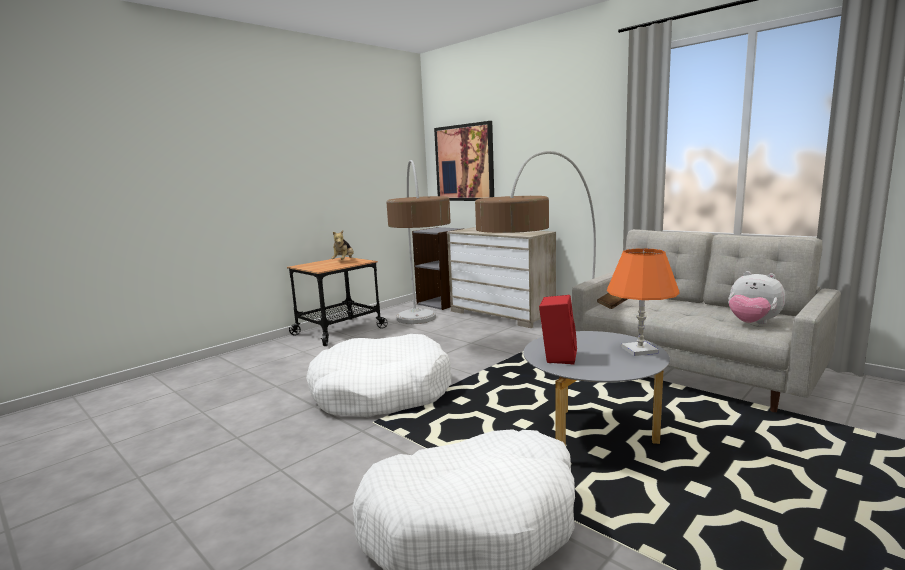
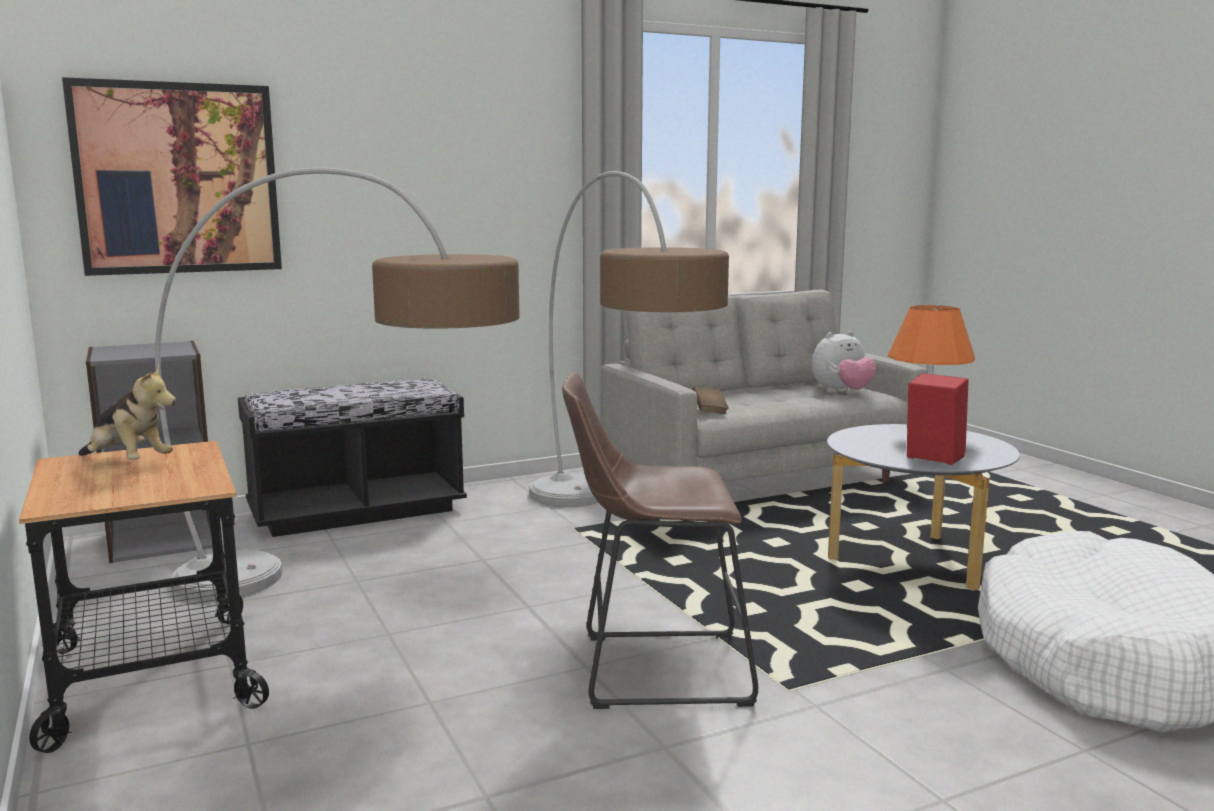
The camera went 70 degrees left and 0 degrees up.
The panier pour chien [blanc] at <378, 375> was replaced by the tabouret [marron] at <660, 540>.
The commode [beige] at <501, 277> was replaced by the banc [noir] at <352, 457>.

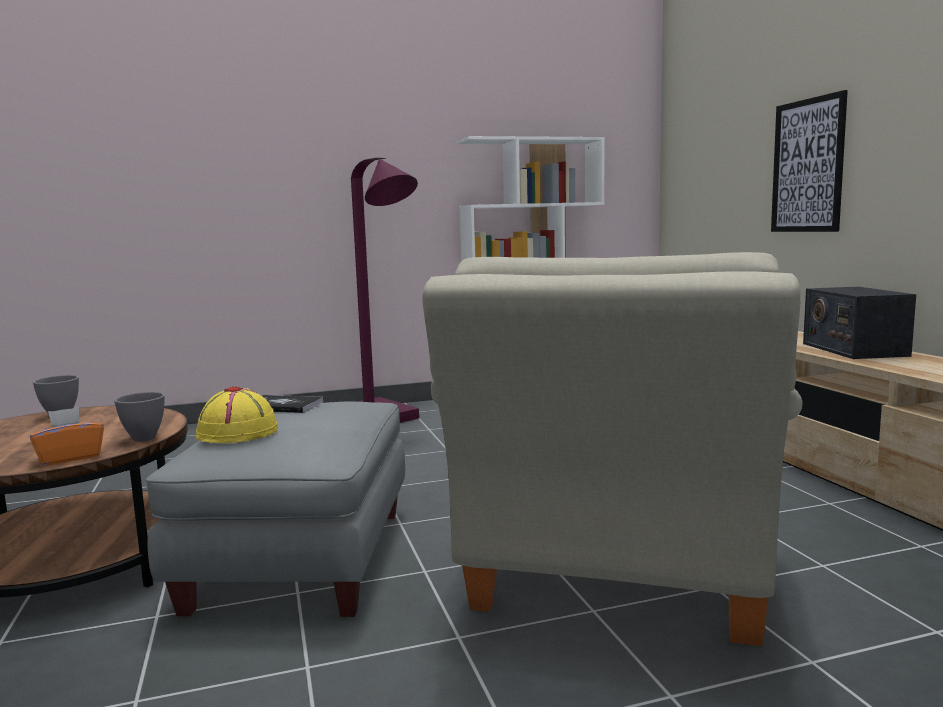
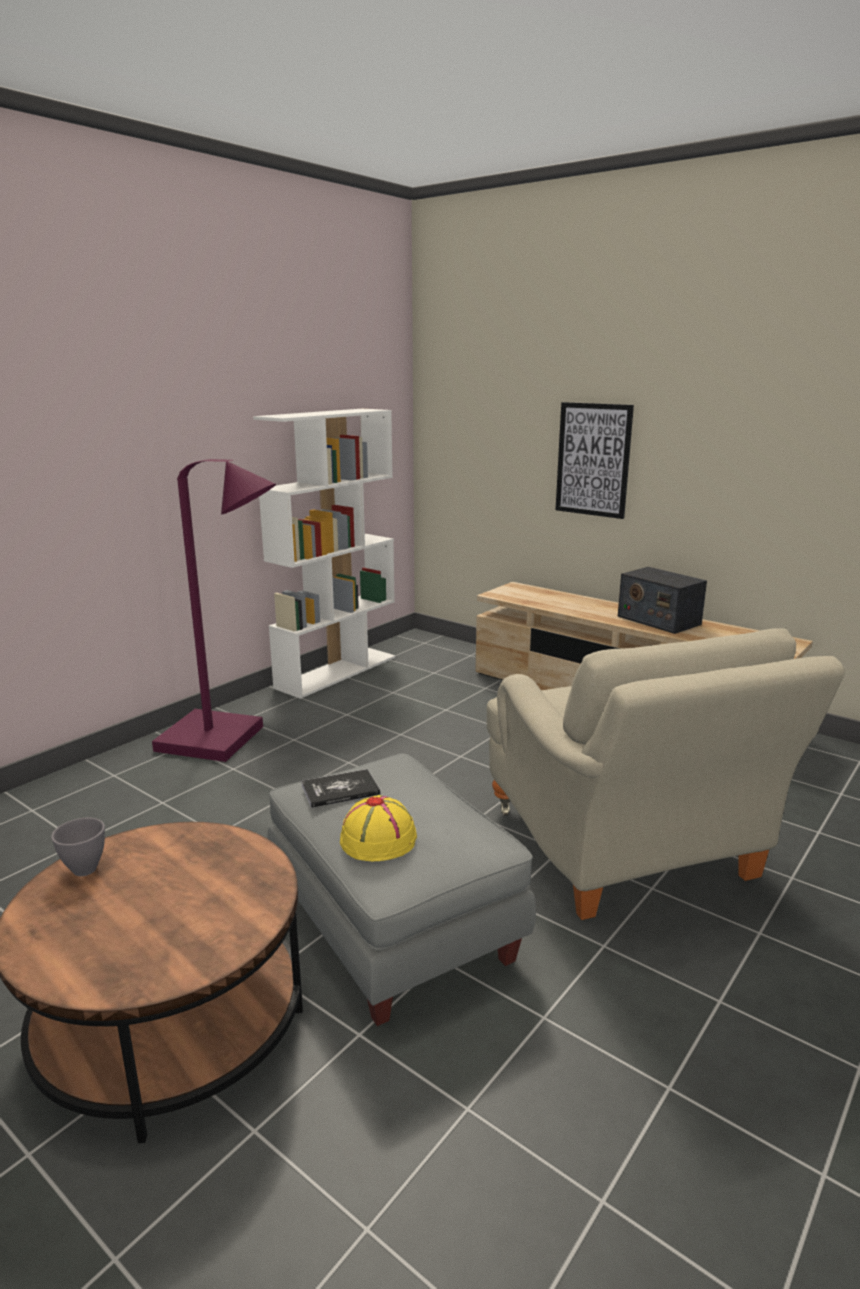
The camera went 35 degrees left and 10 degrees up.
The boîte à mouchoirs [orange] at <67, 436> disappeared.
The bol [gris] at <139, 417> disappeared.

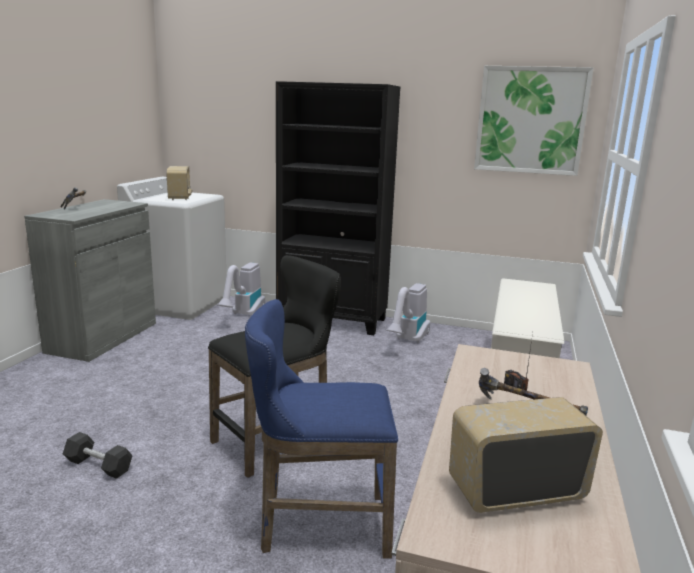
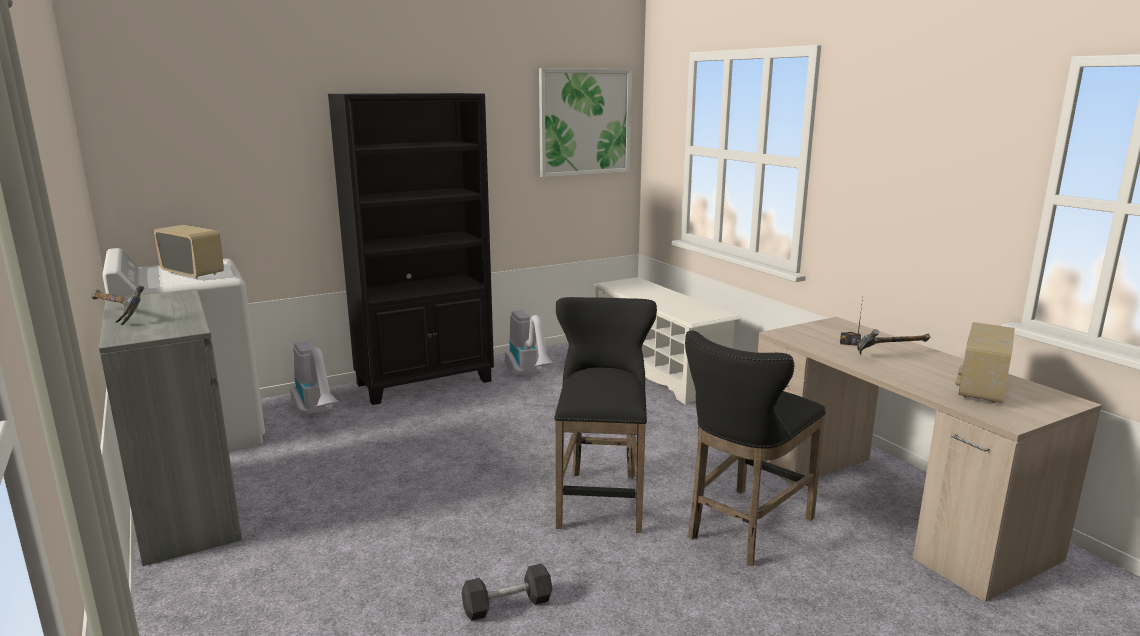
The camera went 45 degrees left and 0 degrees up.
The tabouret [bleu] at <321, 429> became the tabouret [noir] at <755, 448>.

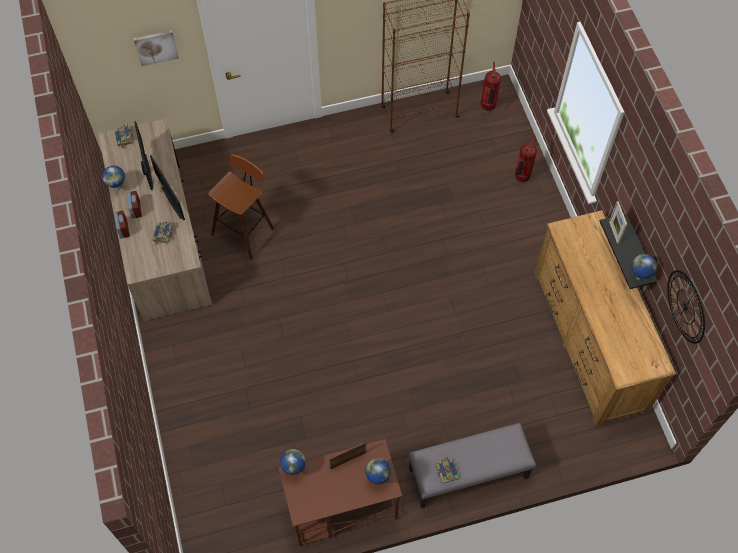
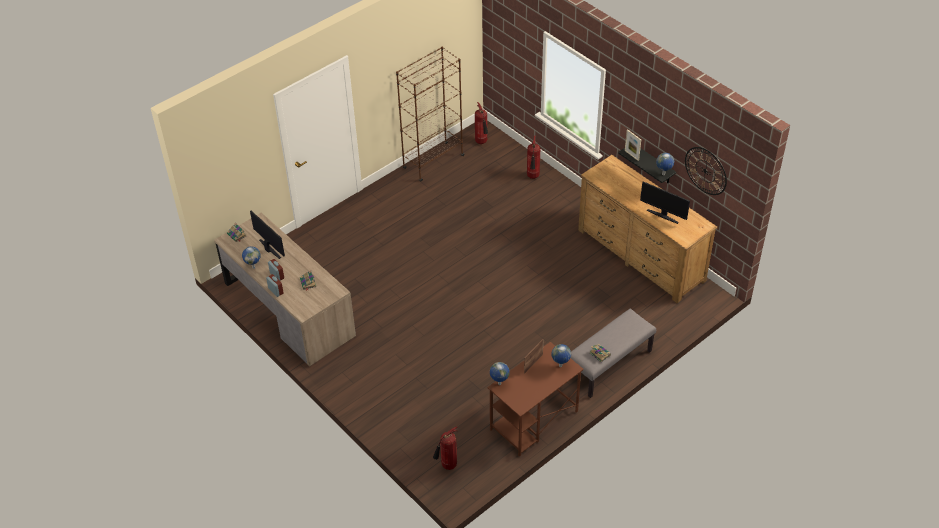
The camera went 25 degrees left and 15 degrees down.
The tableau at <156, 48> disappeared.
The tabouret at <241, 207> disappeared.
The extincteur at <445, 448> appeared.
The écran d'ordinateur moved from <167, 187> to <665, 202>.

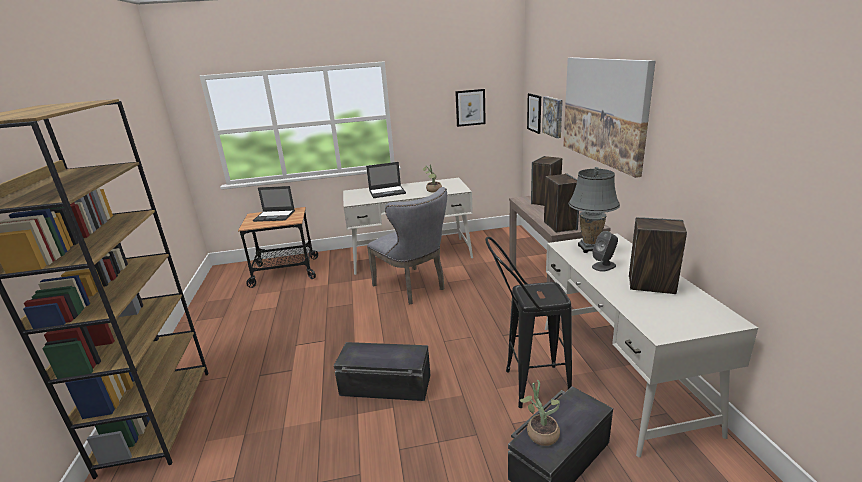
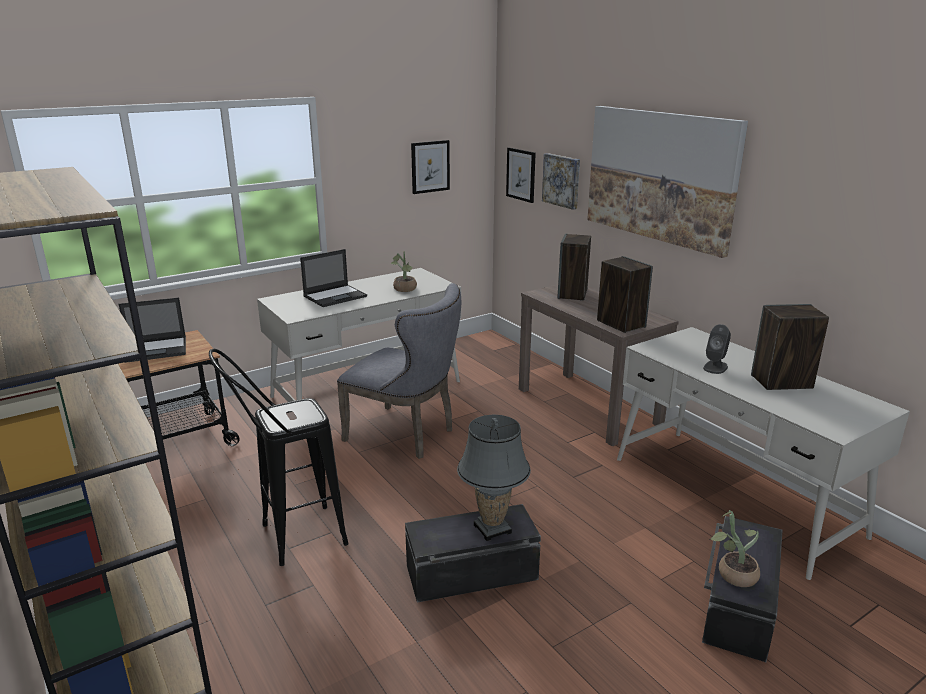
The camera went 25 degrees left and 0 degrees up.
The tabouret [noir] moved from <528, 322> to <278, 457>.
The lampe de table [gris] moved from <594, 210> to <494, 478>.

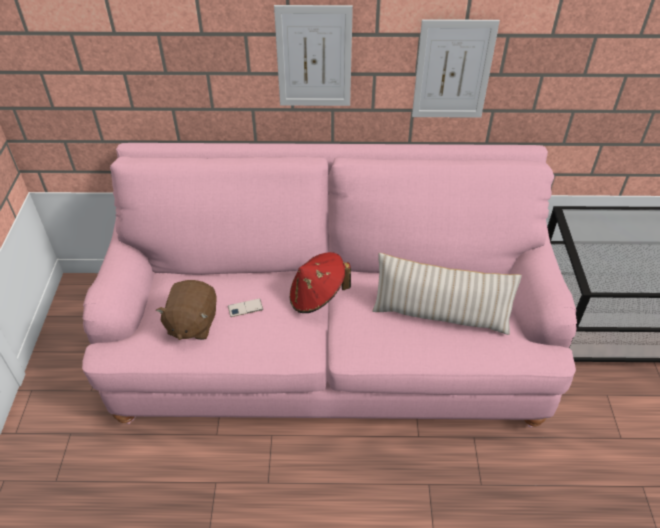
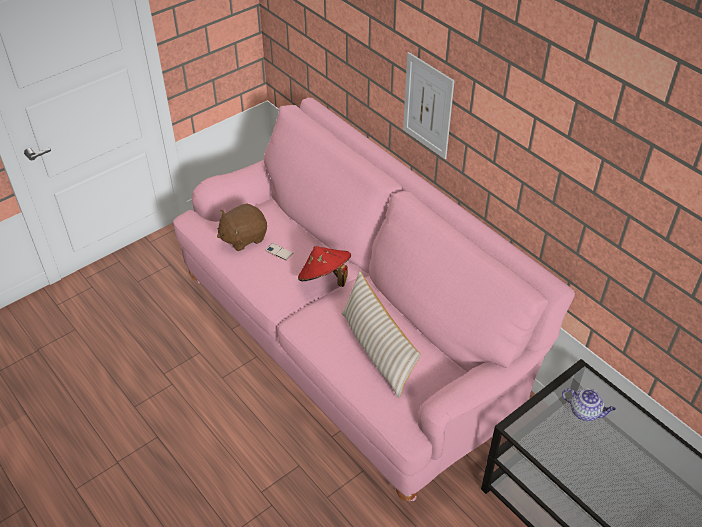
The camera went 50 degrees right and 0 degrees up.
The tableau at <456, 68> disappeared.
The théière at <589, 404> appeared.

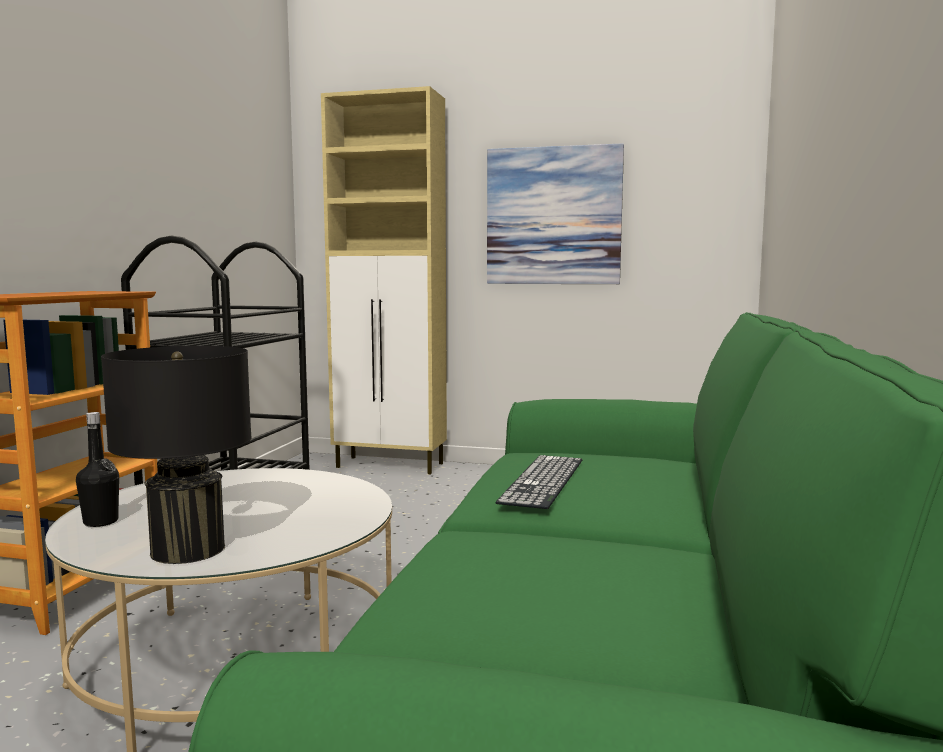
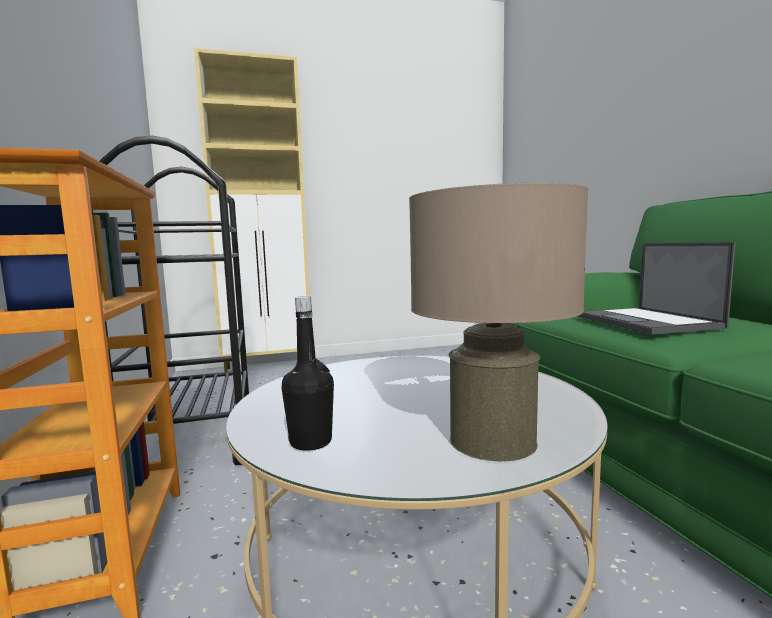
The camera went 30 degrees left and 0 degrees up.
The tableau at <555, 213> disappeared.
The clavier at <539, 482> was replaced by the ordinateur portable at <656, 288>.
The lampe de table [noir] at <176, 455> became the lampe de table [beige] at <498, 322>.

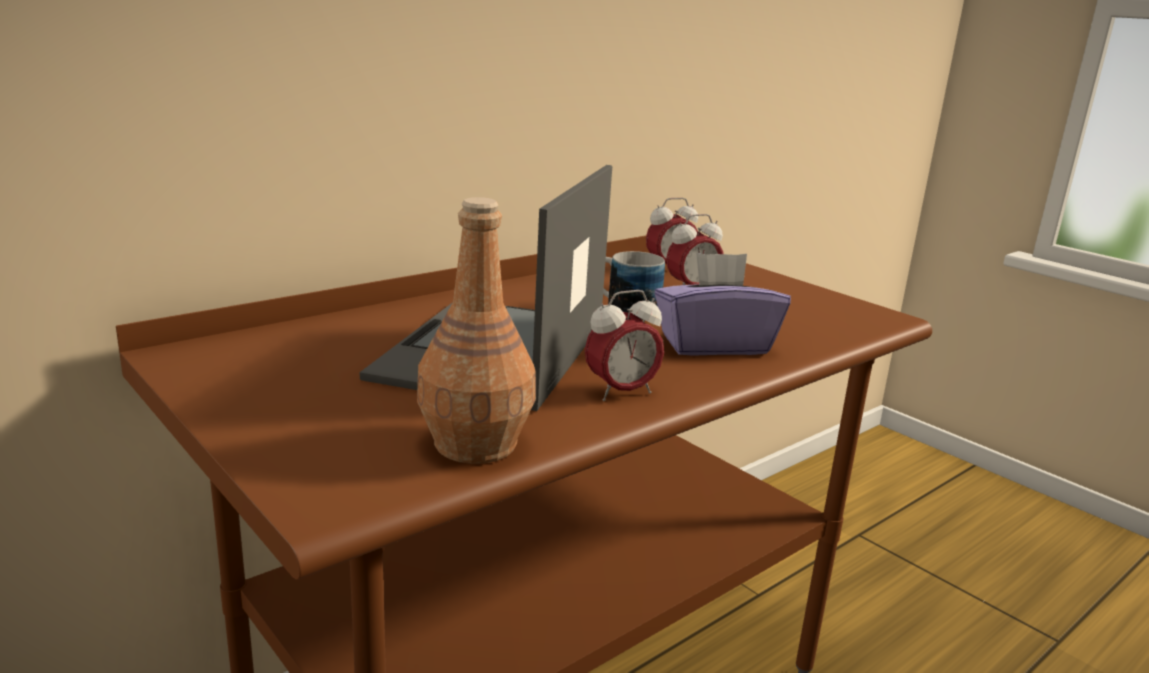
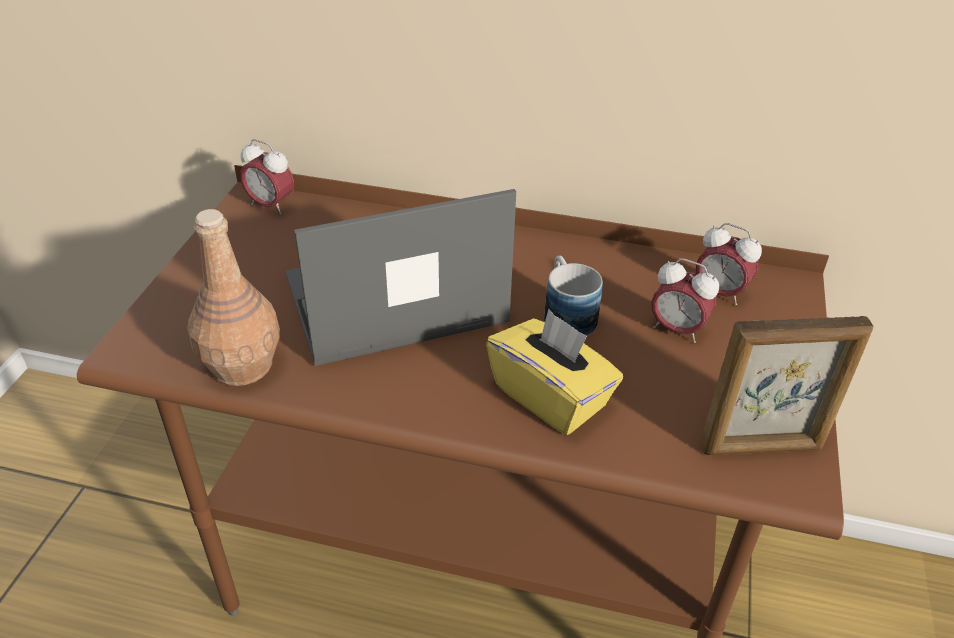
The camera went 55 degrees right and 20 degrees up.
The cadre photo at <786, 385> appeared.
The réveil moved from <624, 345> to <267, 177>.
The boîte à mouchoirs [violet] at <723, 304> became the boîte à mouchoirs [jaune] at <554, 372>.

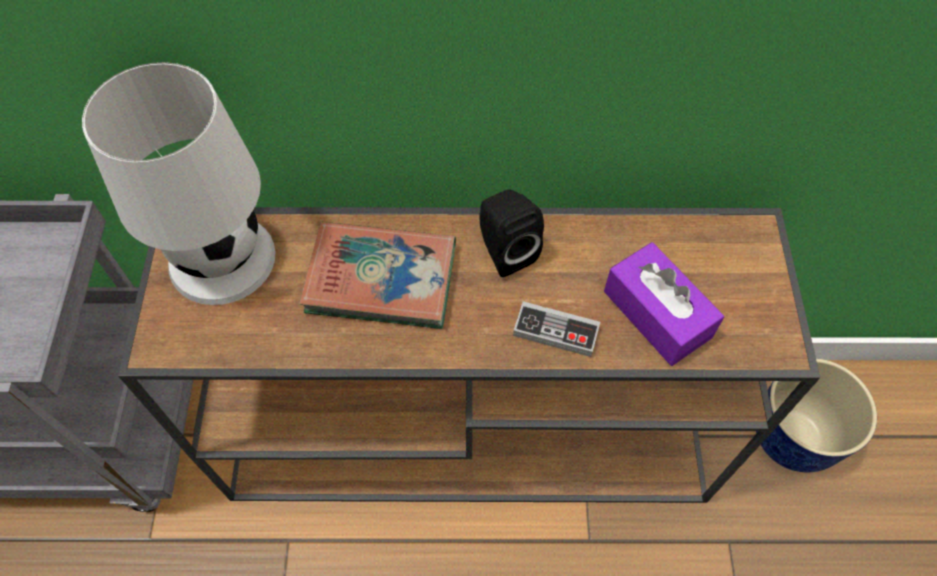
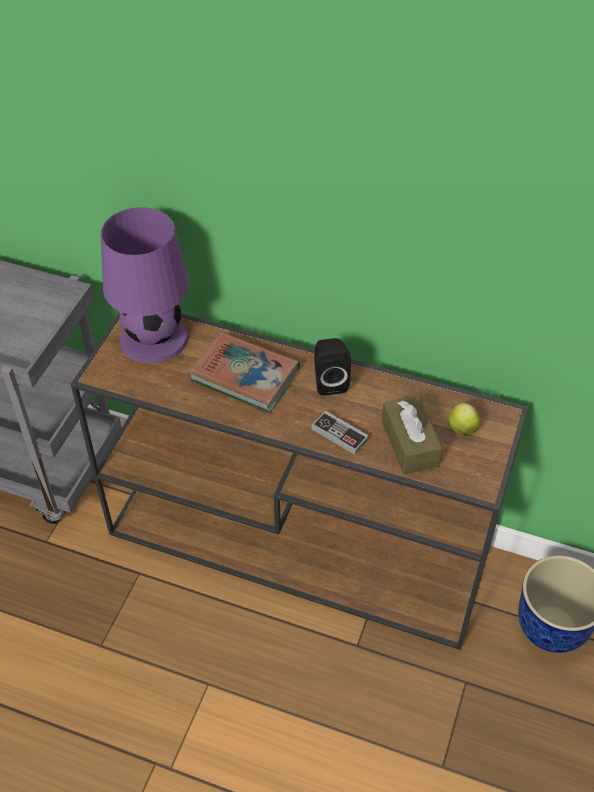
The camera went 20 degrees right and 10 degrees down.
The pomme at <464, 419> appeared.
The lampe de table [blanc] at <179, 183> became the lampe de table [violet] at <145, 285>.
The boîte à mouchoirs [violet] at <664, 304> became the boîte à mouchoirs [marron] at <412, 435>.

